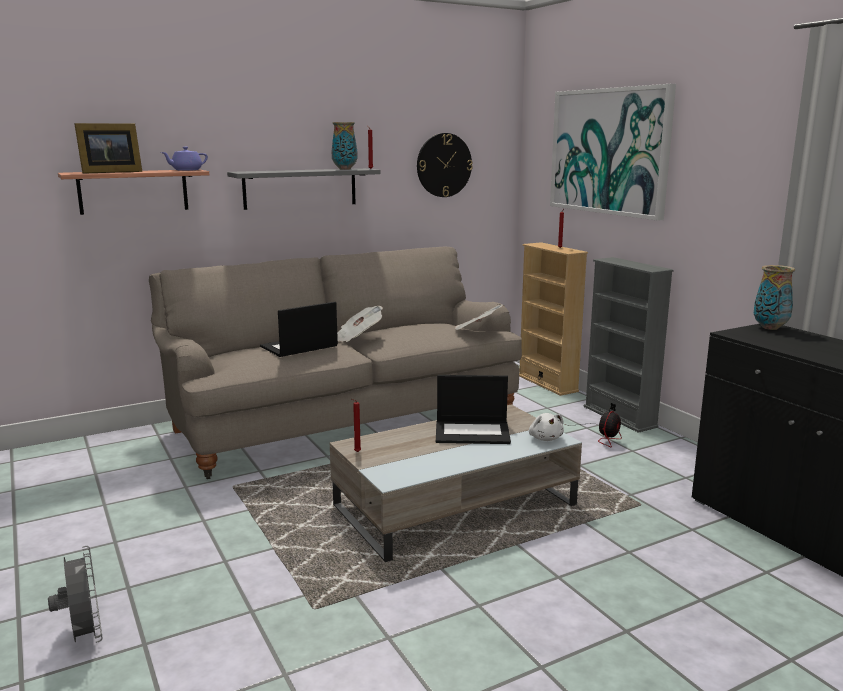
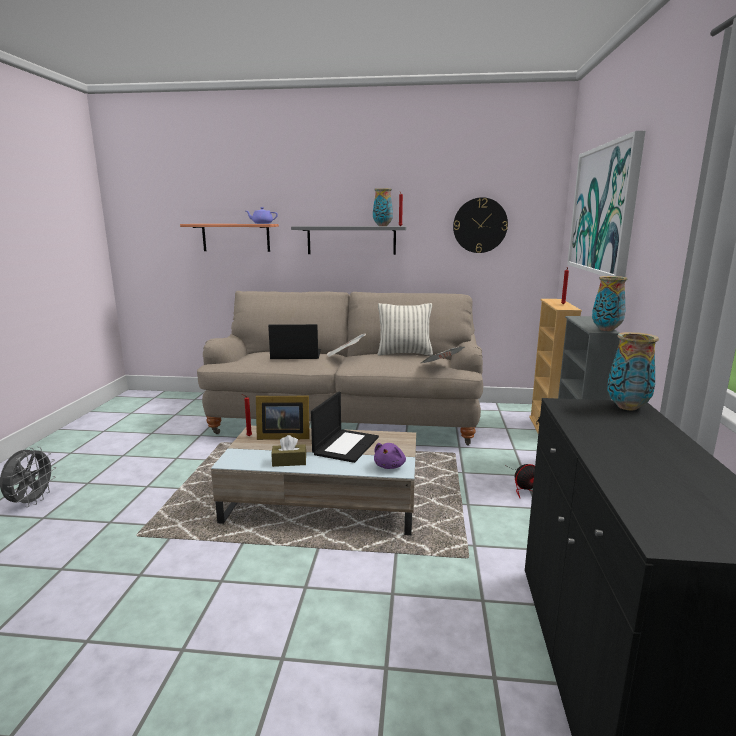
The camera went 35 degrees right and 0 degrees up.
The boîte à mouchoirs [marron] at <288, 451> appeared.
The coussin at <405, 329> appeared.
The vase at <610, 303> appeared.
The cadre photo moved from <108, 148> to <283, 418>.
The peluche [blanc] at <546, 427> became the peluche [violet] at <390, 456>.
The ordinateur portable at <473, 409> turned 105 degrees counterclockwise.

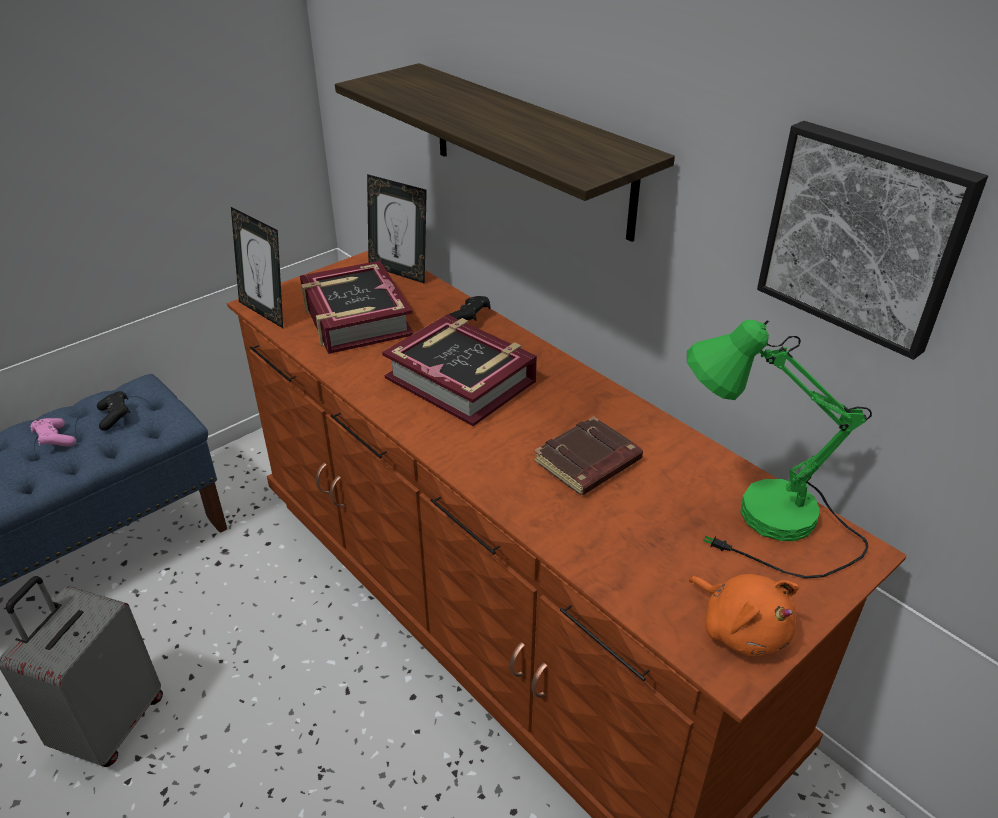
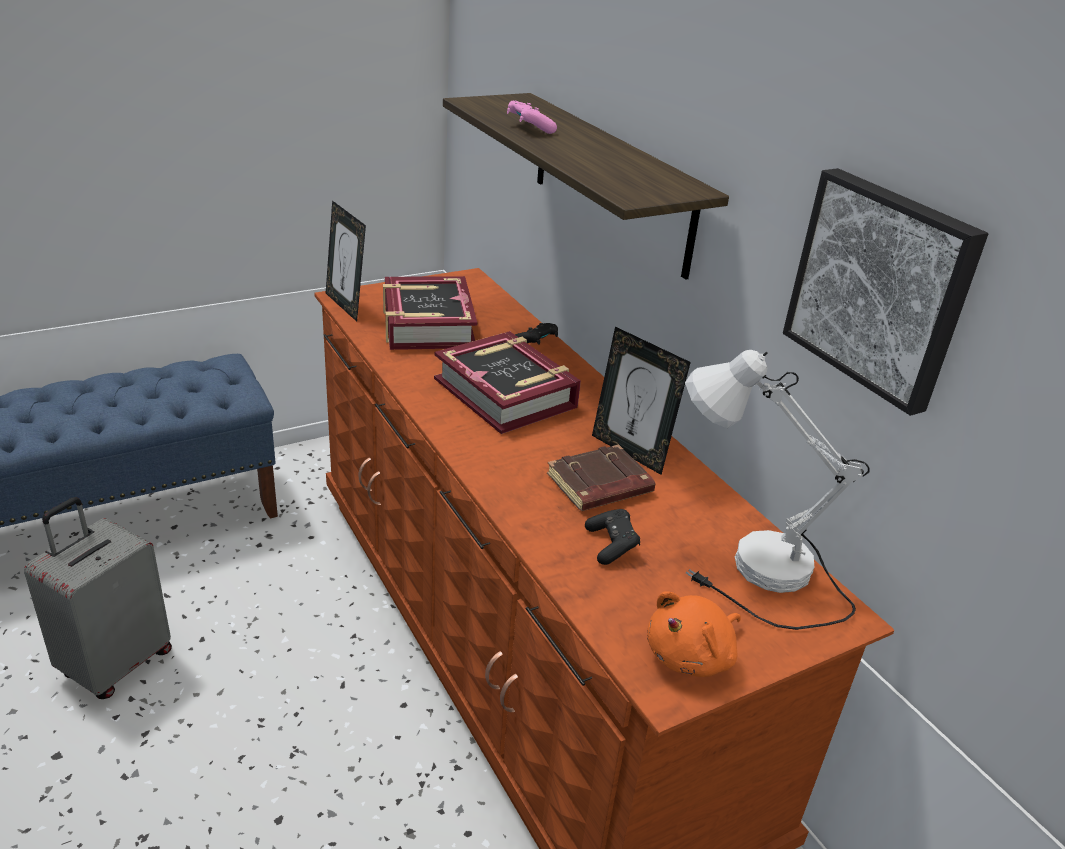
The camera went 10 degrees right and 5 degrees down.
The manette [rose] moved from <53, 432> to <532, 117>.
The manette [noir] moved from <114, 411> to <612, 537>.
The cadre photo moved from <397, 229> to <641, 401>.
The lampe de table [vert] at <779, 449> became the lampe de table [blanc] at <777, 490>.
The peluche [orange] at <744, 615> turned 75 degrees clockwise.

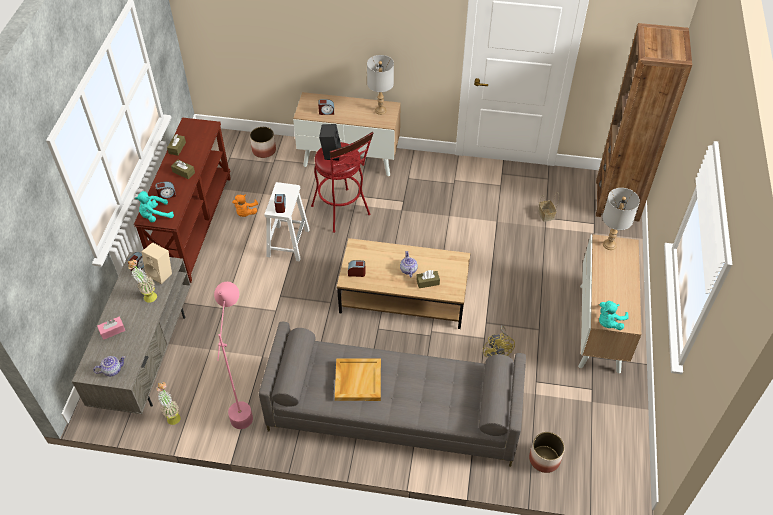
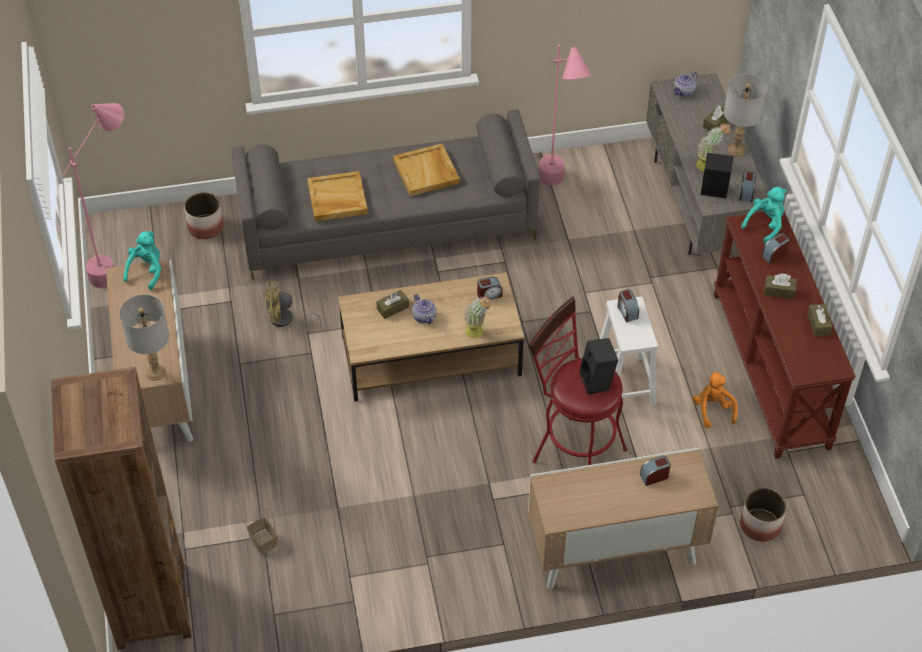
The camera went 160 degrees right and 0 degrees up.
The lampadaire [rose] at <93, 195> appeared.
The plateau [beige] at <337, 196> appeared.
The plante en pot moved from <169, 403> to <478, 317>.
The lampe de table [gris] moved from <380, 85> to <745, 114>.
The boîte à mouchoirs [rose] at <111, 328> became the boîte à mouchoirs [marron] at <715, 118>.
The enceinte [beige] at <157, 263> became the enceinte [noir] at <717, 176>.
The ventilateur [jaune] at <499, 341> turned 75 degrees counterclockwise.

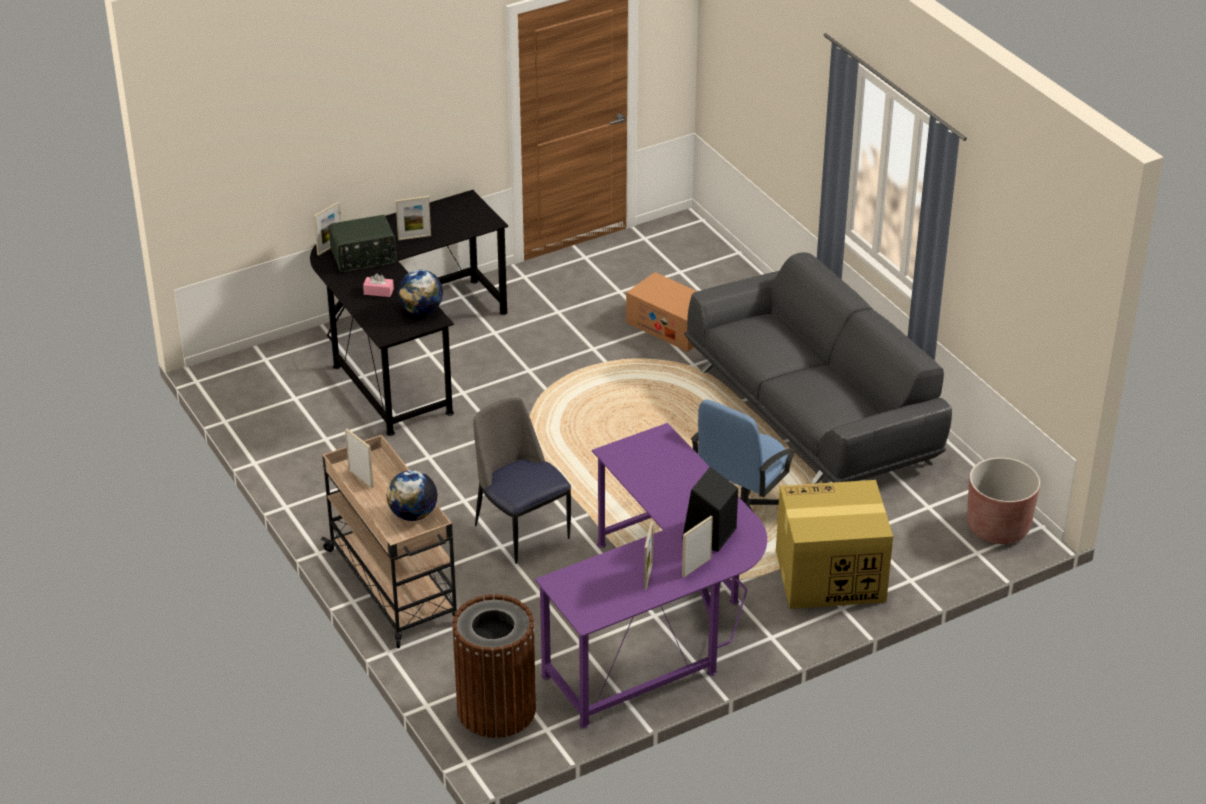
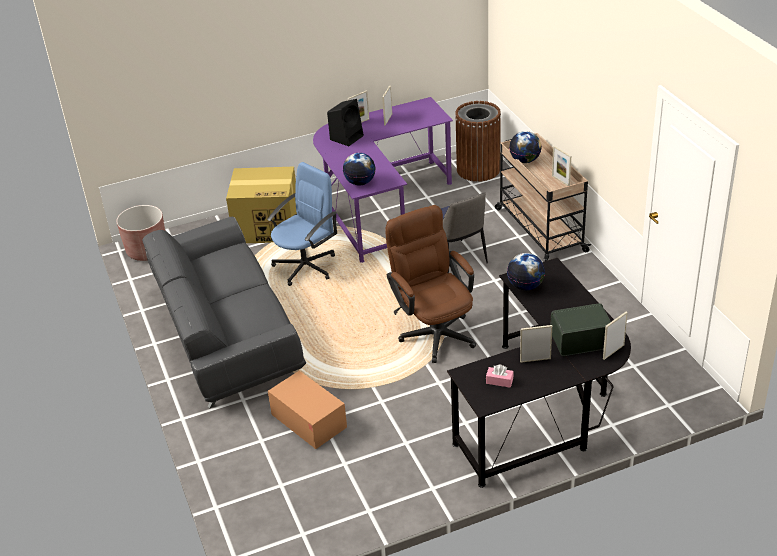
The camera went 170 degrees left and 0 degrees up.
The globe at <359, 169> appeared.
The chaise de bureau [marron] at <430, 284> appeared.
The boîte à mouchoirs [rose] moved from <378, 285> to <499, 376>.

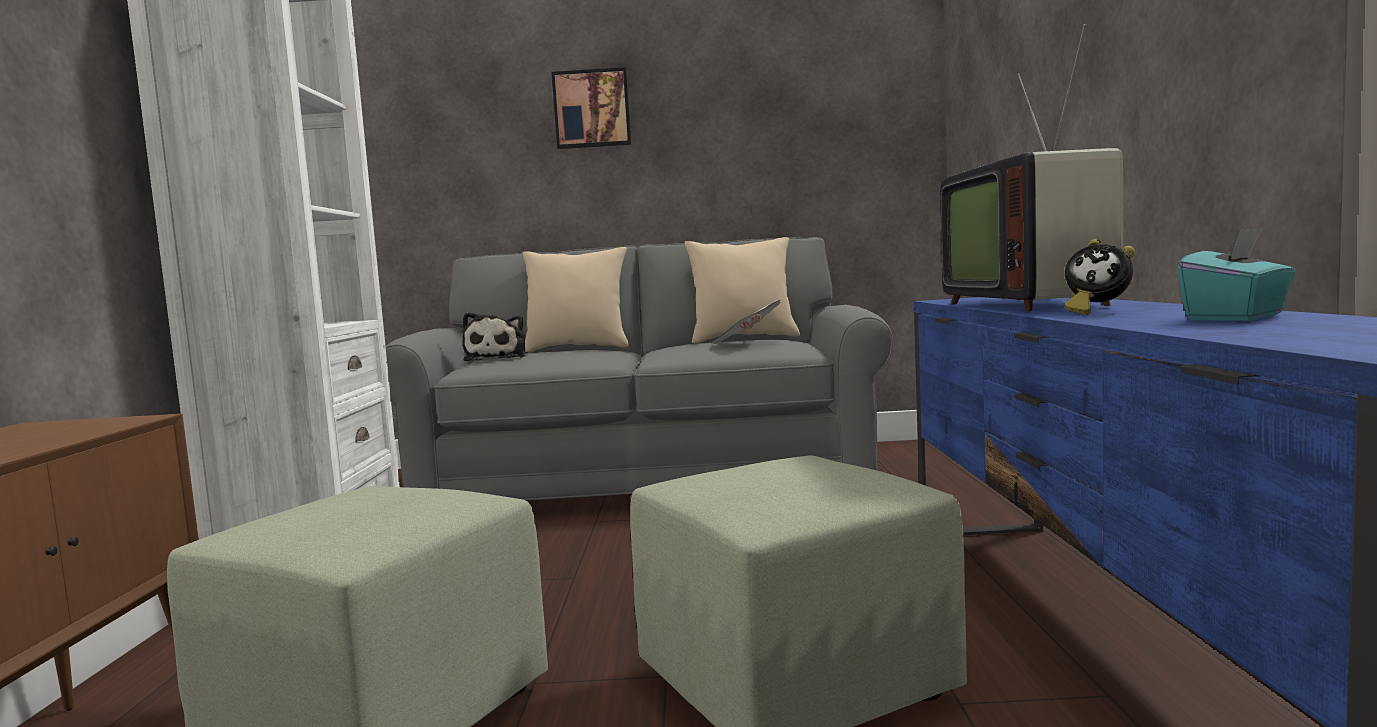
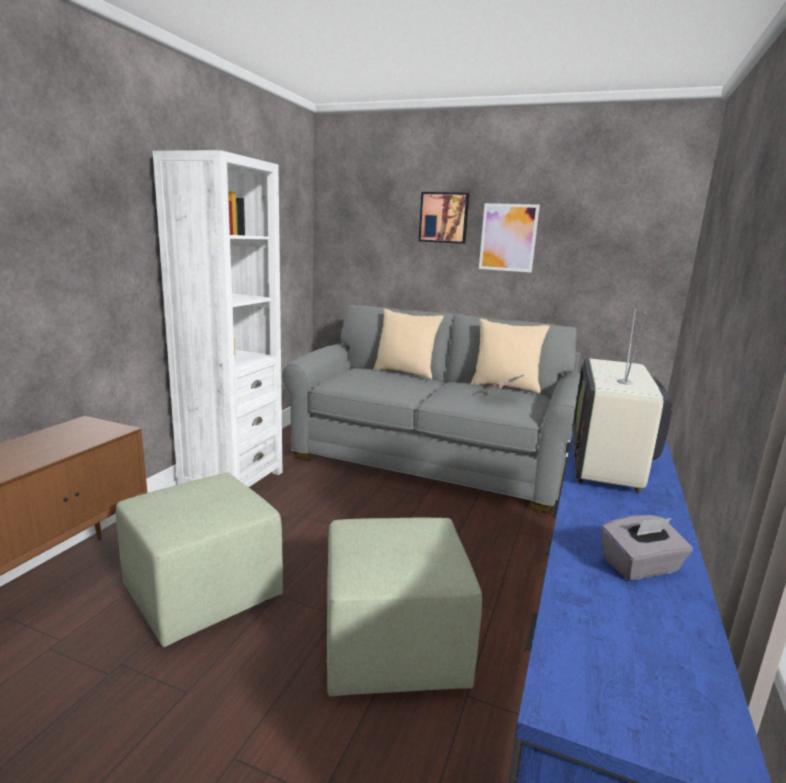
The camera went 20 degrees right and 10 degrees up.
The peluche at <495, 336> disappeared.
The réveil at <1099, 277> disappeared.
The tableau at <509, 238> appeared.
The boîte à mouchoirs [turquoise] at <1236, 274> became the boîte à mouchoirs [gris] at <647, 547>.

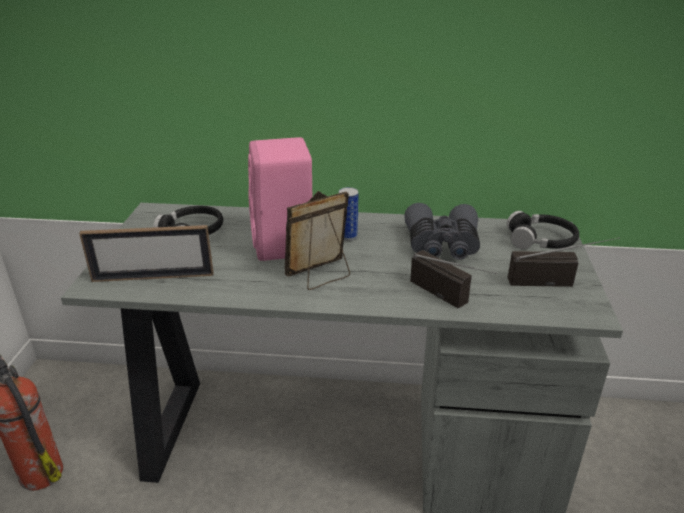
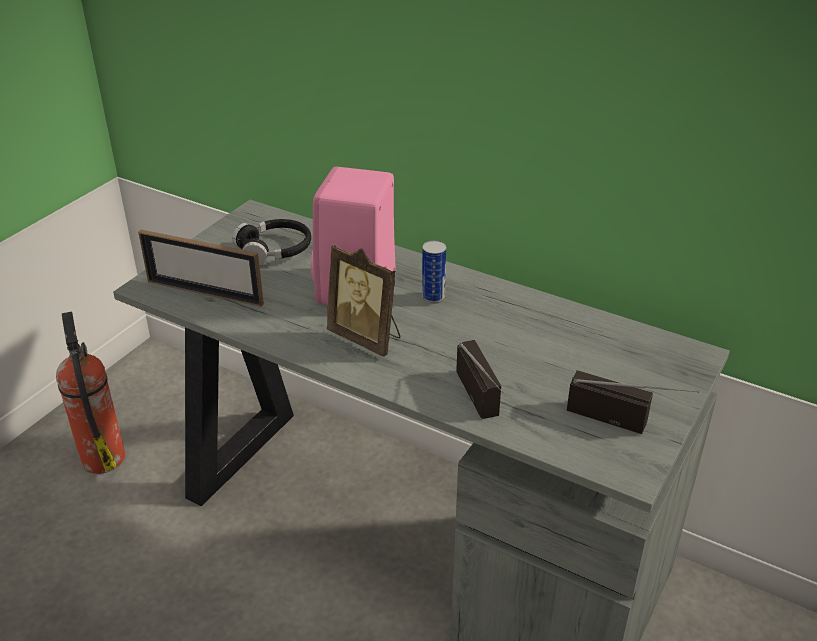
The camera went 25 degrees right and 5 degrees up.
The jumelles [gris] at <442, 231> disappeared.
The casque audio [noir] at <543, 230> disappeared.
The cadre photo at <317, 240> turned 135 degrees counterclockwise.

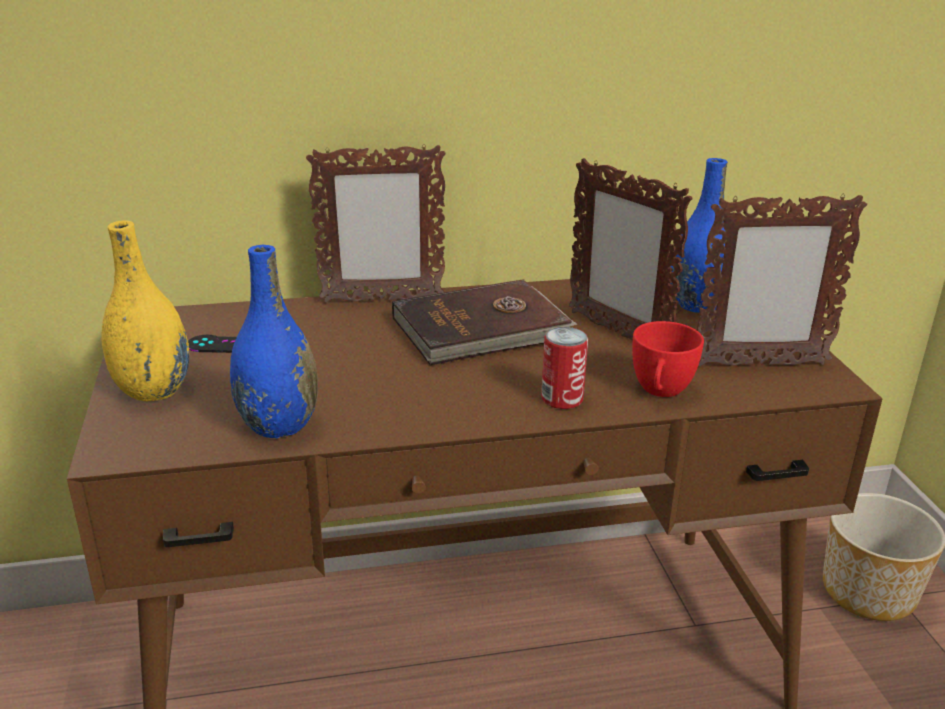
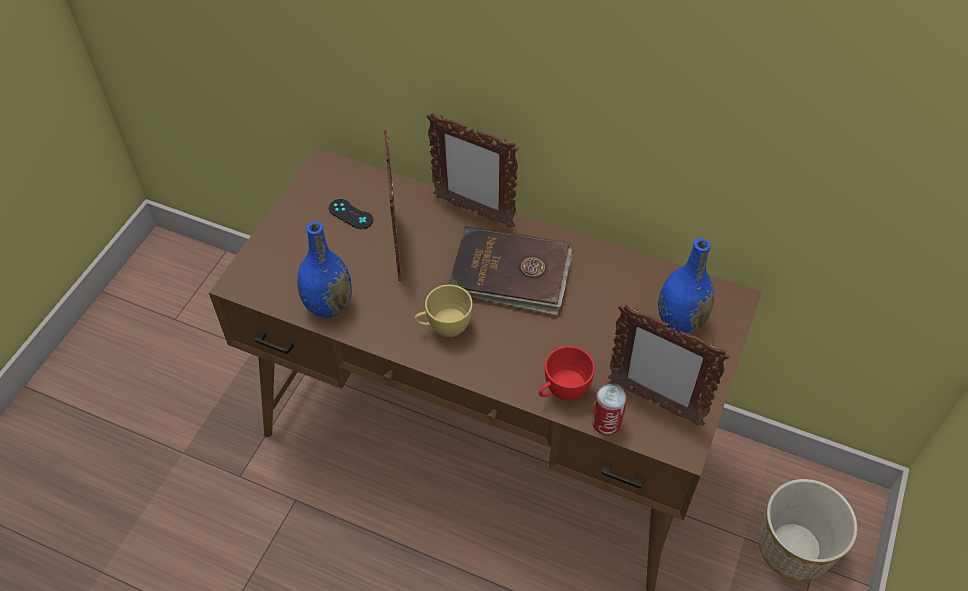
The camera went 35 degrees right and 25 degrees up.
The vase [jaune] at <145, 310> disappeared.
The tasse [jaune] at <443, 311> appeared.
The boîte métallique moved from <564, 368> to <609, 409>.
The cadre photo moved from <631, 249> to <392, 205>.

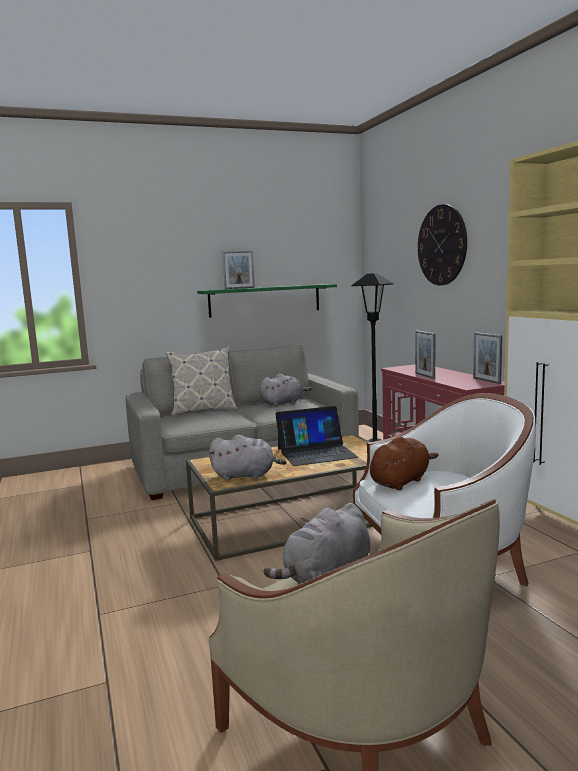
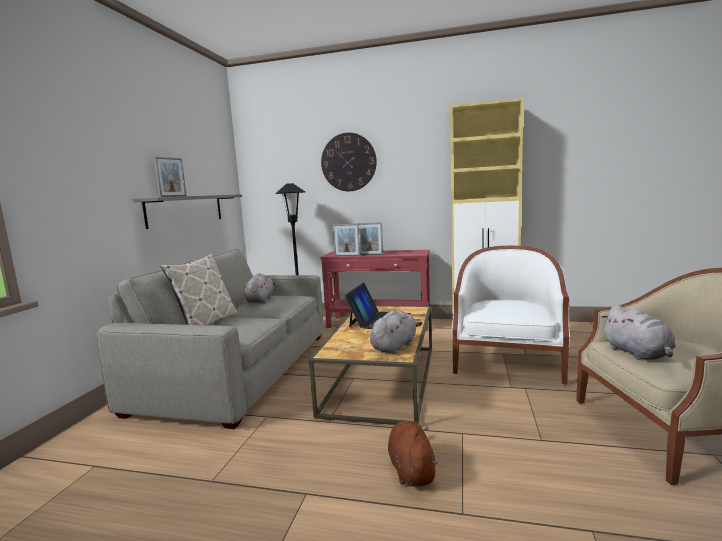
The camera went 55 degrees left and 0 degrees up.
The peluche [marron] moved from <404, 463> to <413, 454>.
The cadre photo moved from <487, 358> to <346, 240>.
The étagère [vert] at <267, 301> became the étagère [gris] at <187, 211>.

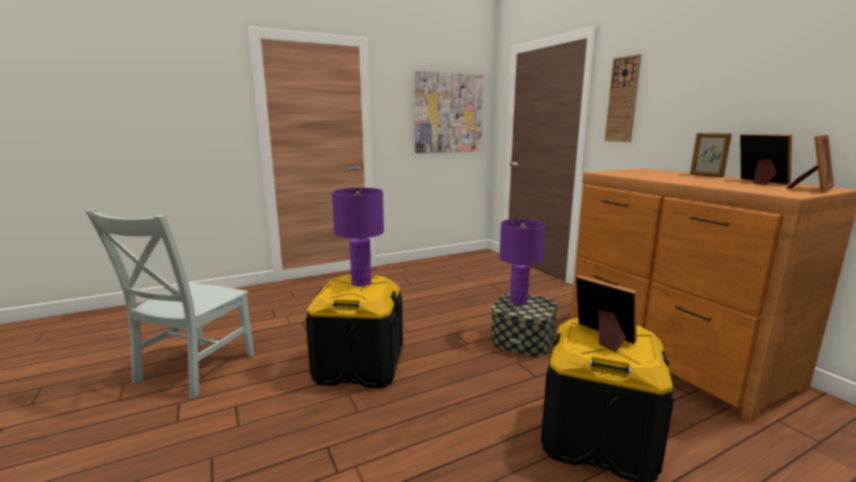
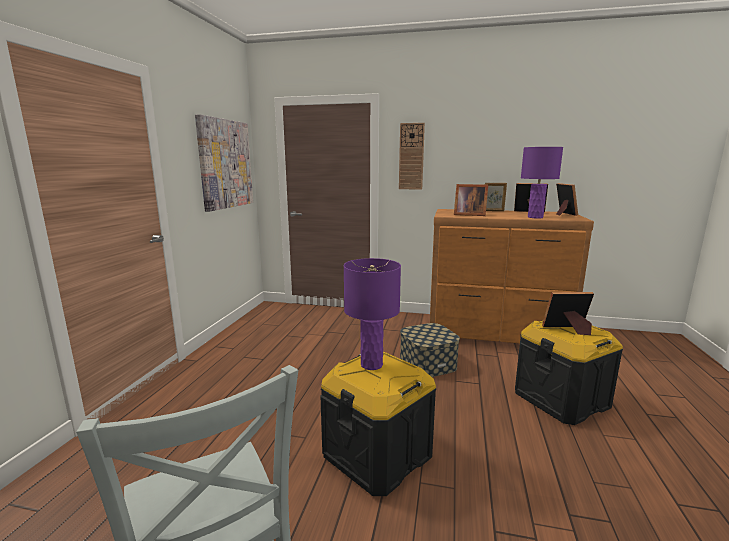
The camera went 50 degrees left and 0 degrees up.
The cadre photo at <471, 200> appeared.
The lampe de table [violet] moved from <522, 262> to <542, 182>.

